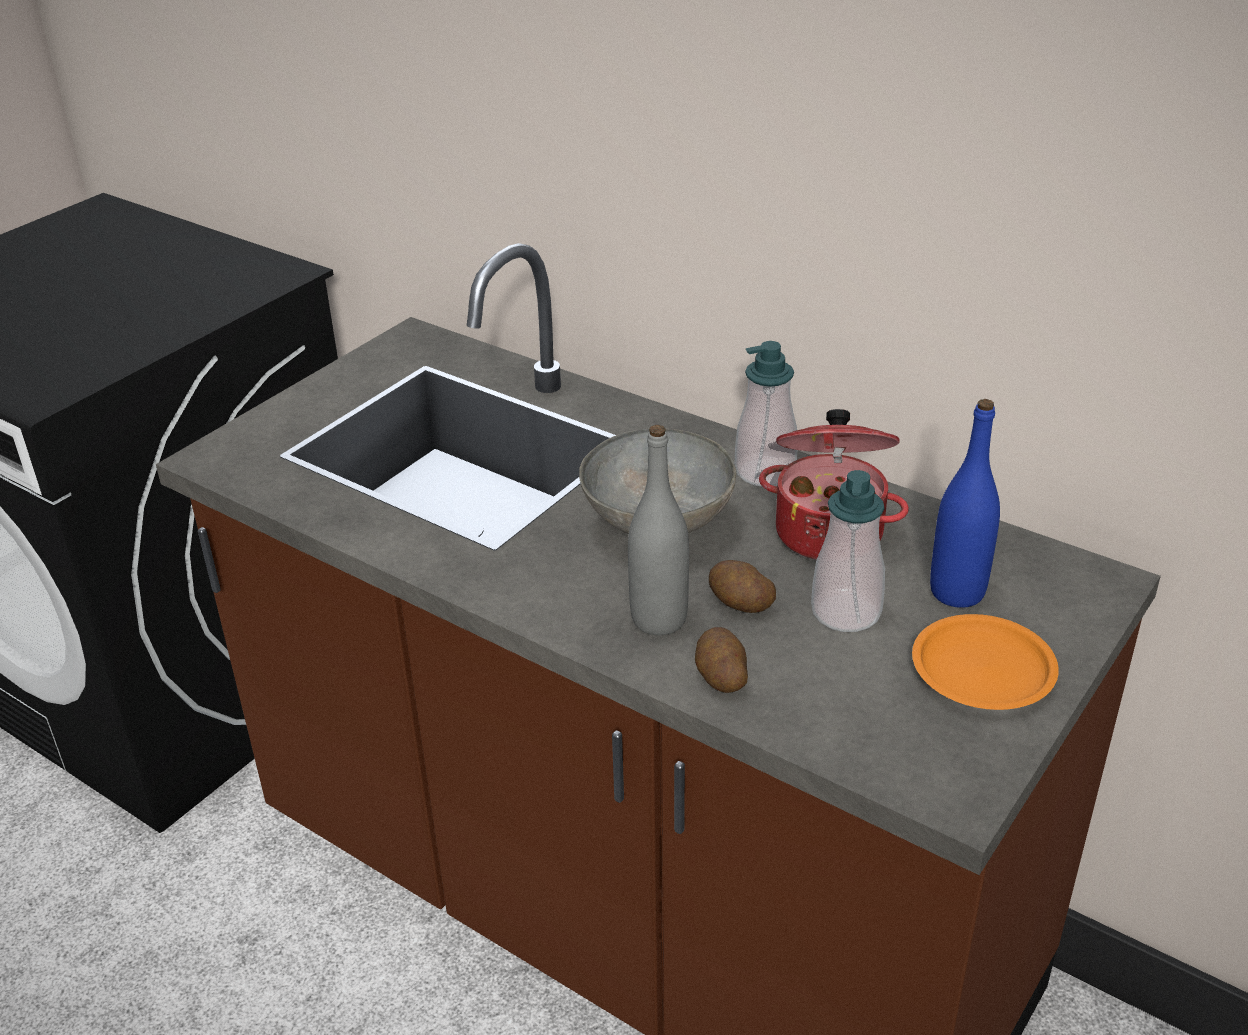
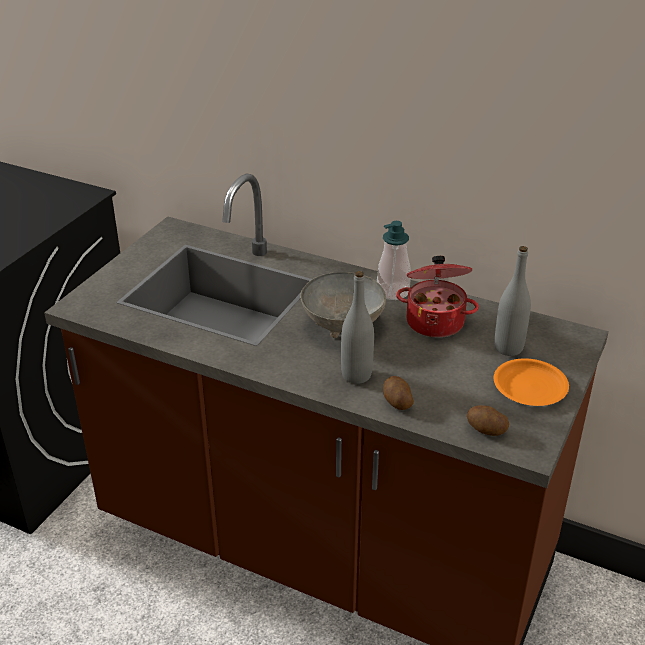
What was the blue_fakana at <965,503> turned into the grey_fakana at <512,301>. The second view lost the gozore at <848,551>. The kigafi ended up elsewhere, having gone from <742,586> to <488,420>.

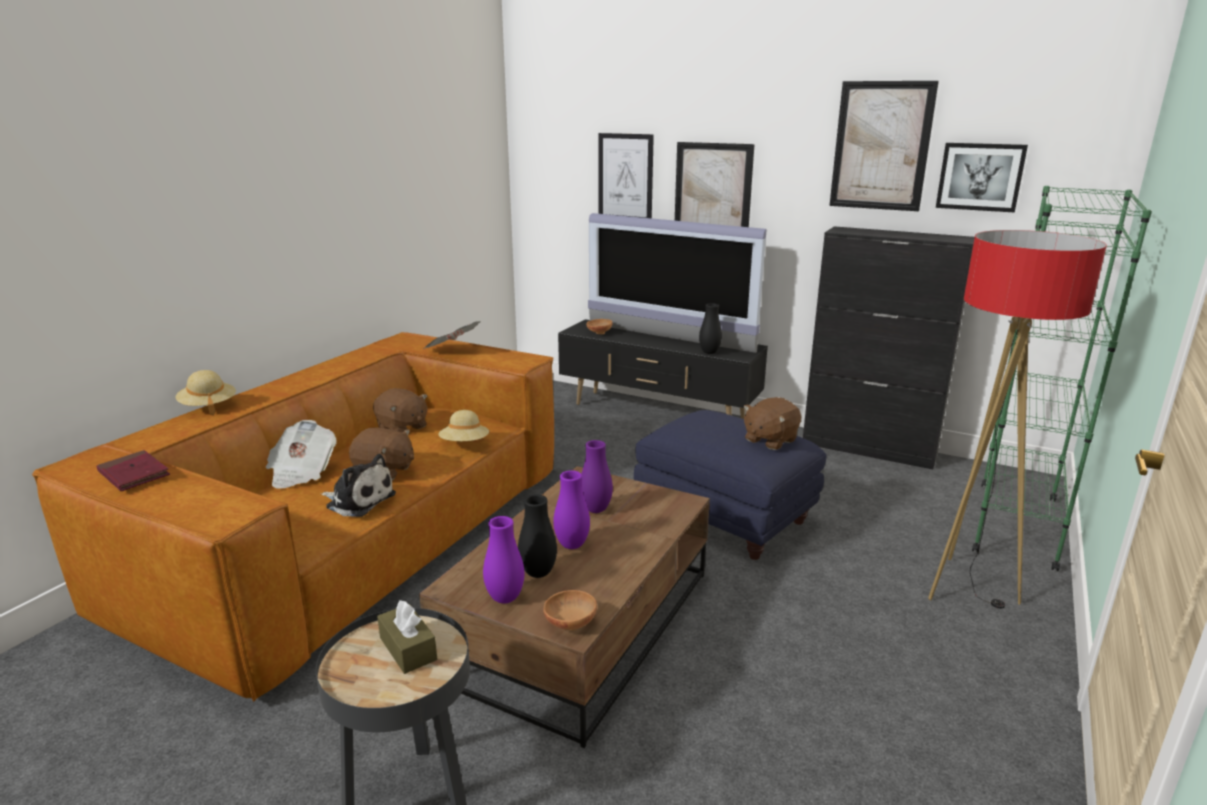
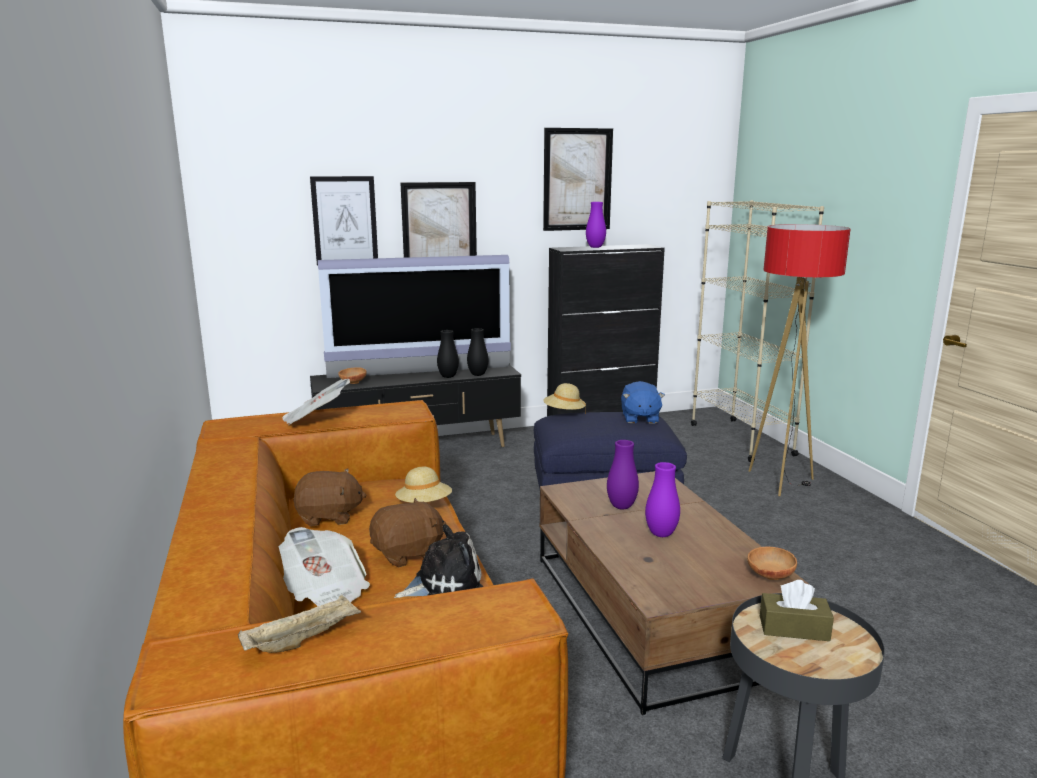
The second view lost the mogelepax at <982,178>. What was the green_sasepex at <1062,378> turned into the beige_sasepex at <757,331>. The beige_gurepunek ended up elsewhere, having gone from <206,392> to <565,398>. What was the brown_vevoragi at <772,423> turned into the blue_vevoragi at <643,402>. Where the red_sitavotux stood at <133,470>, the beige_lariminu came to stand at <299,624>. The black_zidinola ended up elsewhere, having gone from <537,536> to <448,354>. The purple_zidinola ended up elsewhere, having gone from <503,559> to <596,225>.

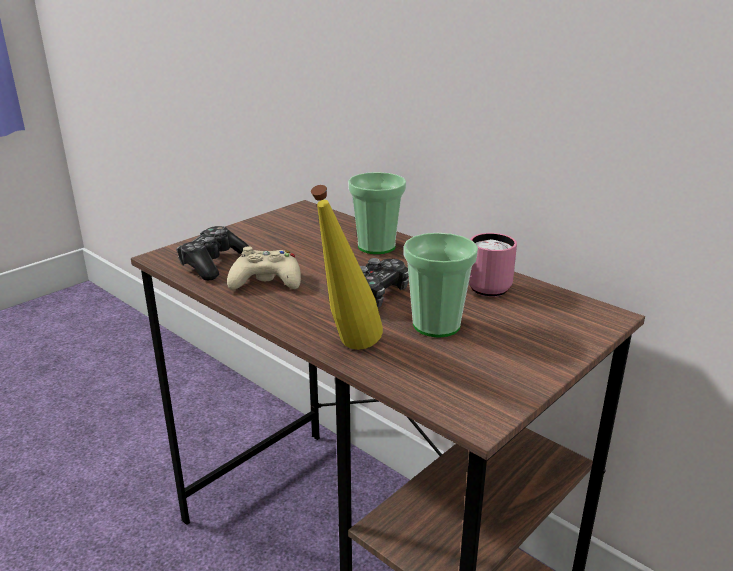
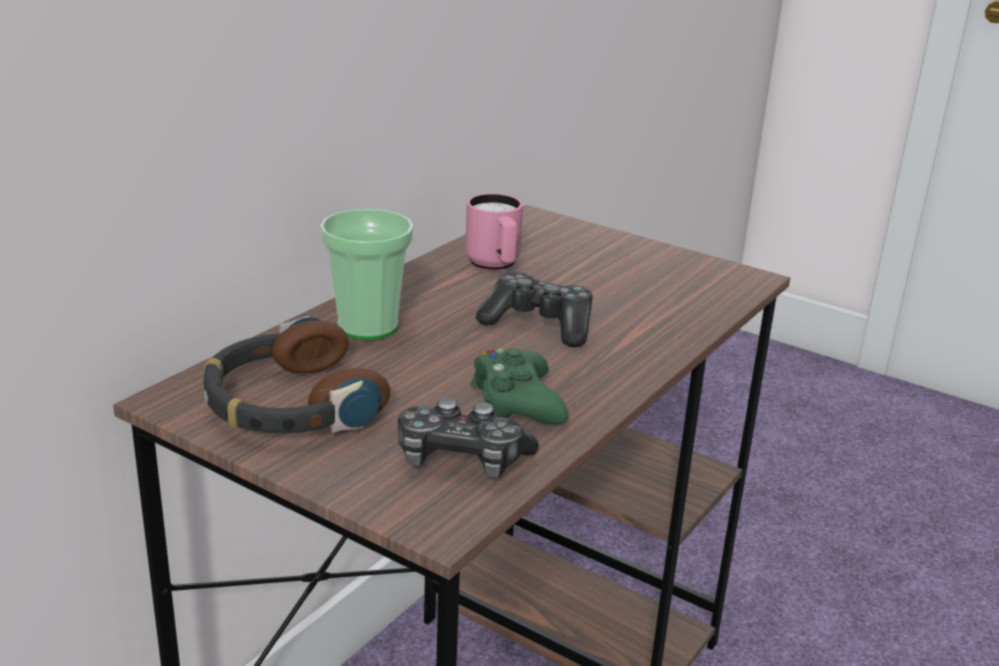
The second view lost the yellow_fakana at <347,267>. The second view lost the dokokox at <441,285>. What was the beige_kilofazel at <264,268> turned into the green_kilofazel at <520,386>. The second view gained the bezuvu at <296,375>.

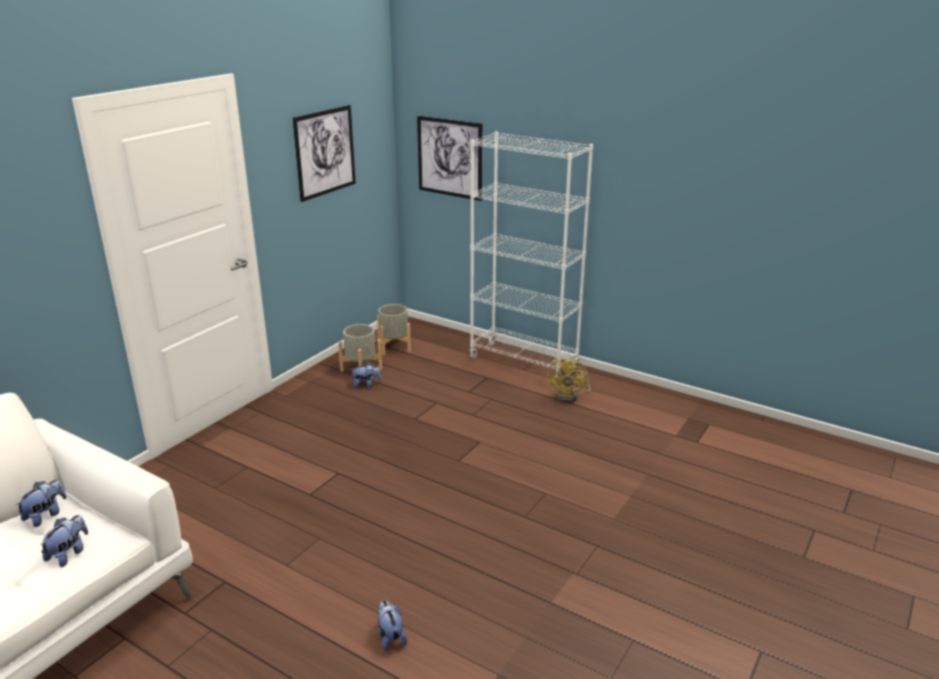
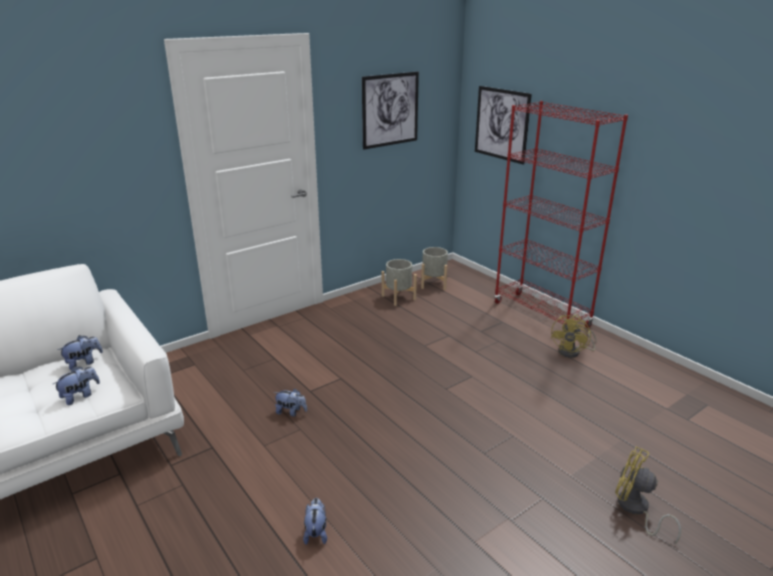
What was the white_sasepex at <531,253> turned into the red_sasepex at <561,214>. The vevoragi ended up elsewhere, having gone from <366,375> to <290,403>. The second view gained the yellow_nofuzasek at <648,495>.

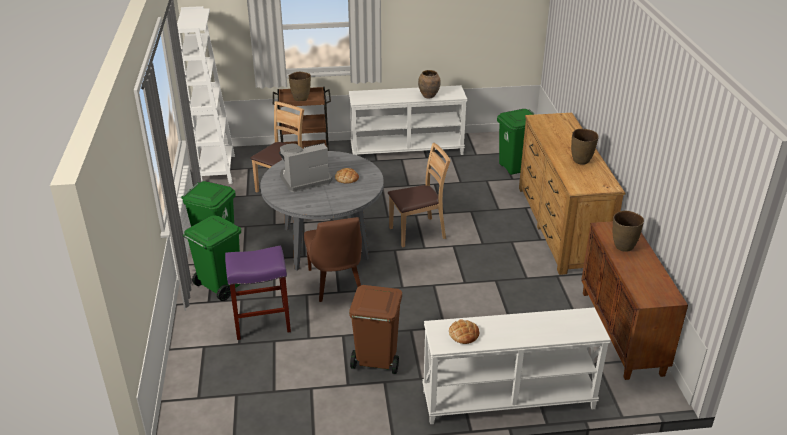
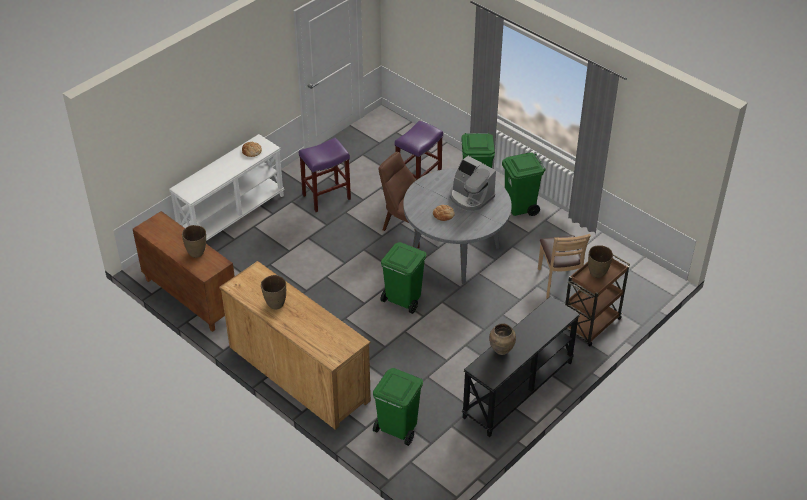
The second view lost the white_sasepex at <206,95>. What was the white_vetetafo at <408,120> turned into the black_vetetafo at <521,366>. The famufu at <305,167> ended up facing another way, 105 degrees clockwise from before. Where the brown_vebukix stood at <419,195>, the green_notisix came to stand at <404,278>. Where the brown_notisix stood at <375,329>, the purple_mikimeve came to stand at <325,175>.

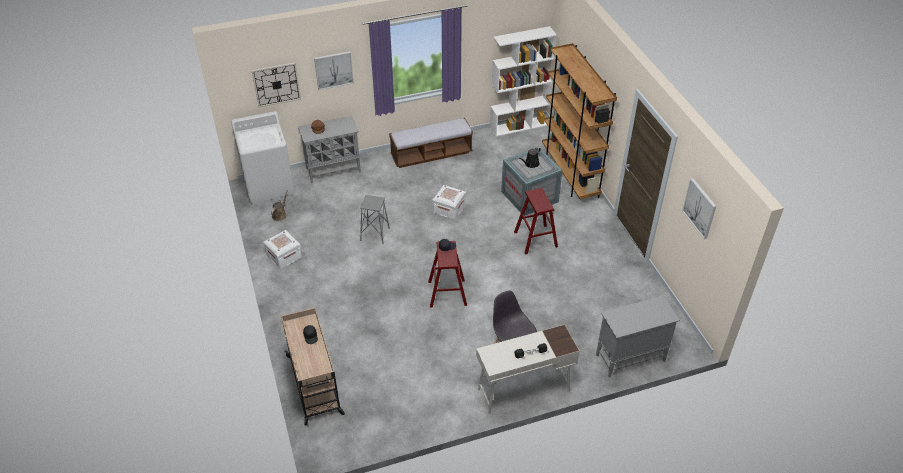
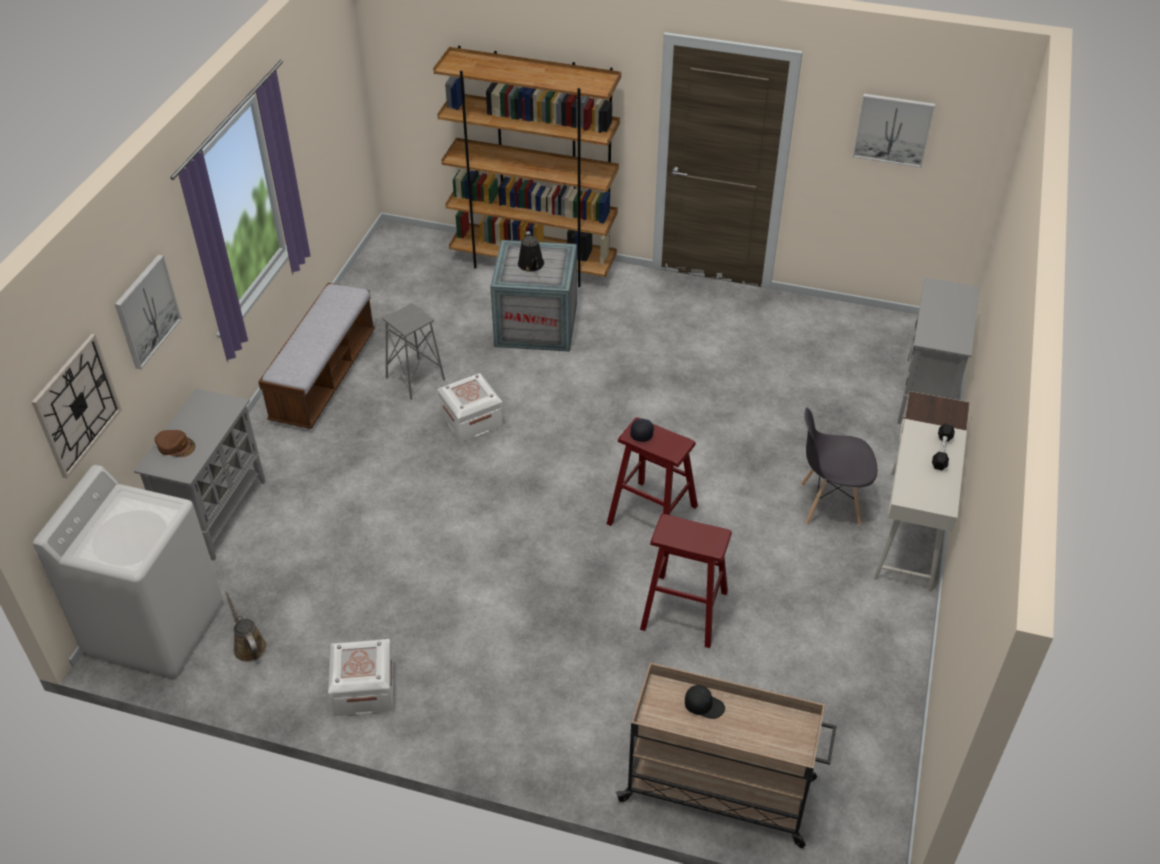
The second view lost the white_sasepex at <523,81>. The red_mikimeve ended up elsewhere, having gone from <536,221> to <686,581>. The grey_mikimeve ended up elsewhere, having gone from <375,219> to <414,351>.

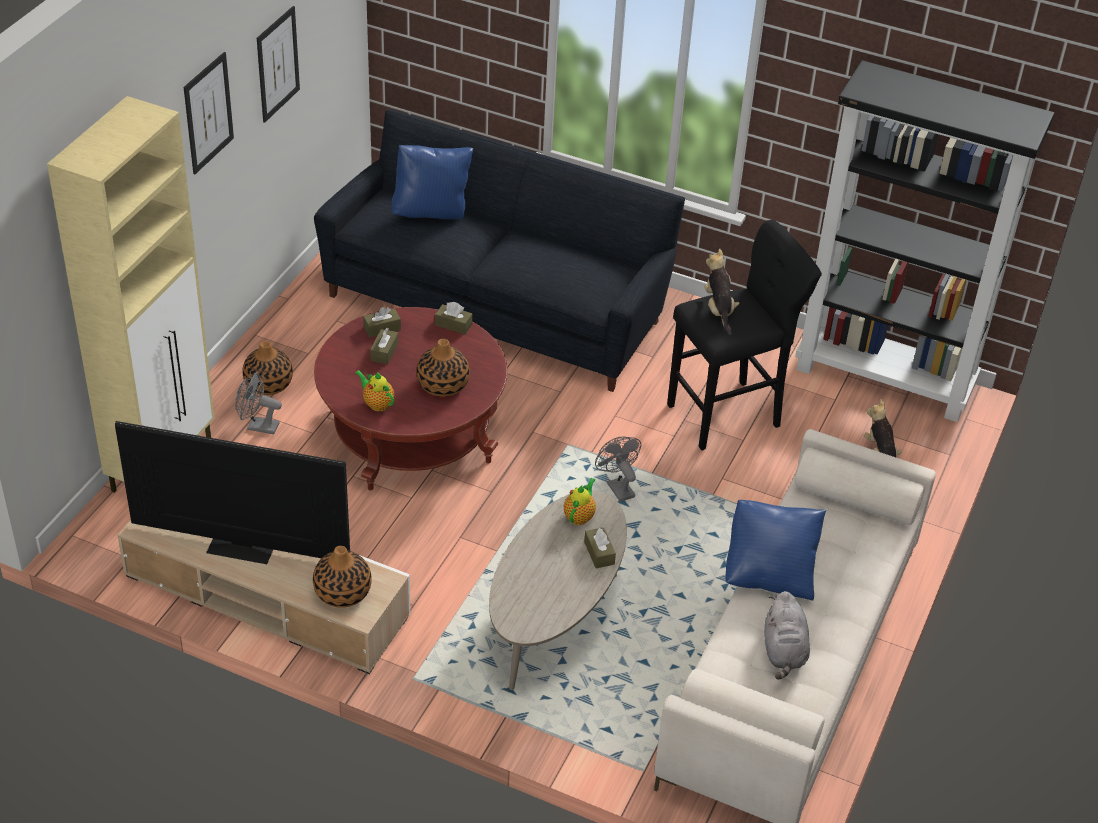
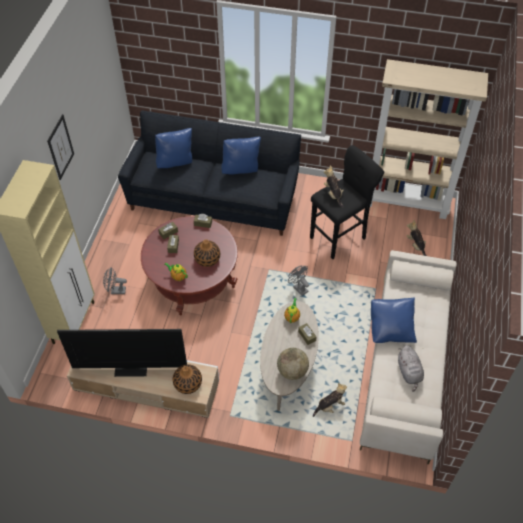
The second view lost the mogelepax at <278,64>. What was the black_sasepex at <925,241> turned into the beige_sasepex at <429,139>. The second view lost the zidinola at <267,368>. The second view gained the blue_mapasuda at <241,156>. The second view gained the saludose at <293,364>. The second view gained the vevoragi at <330,400>.

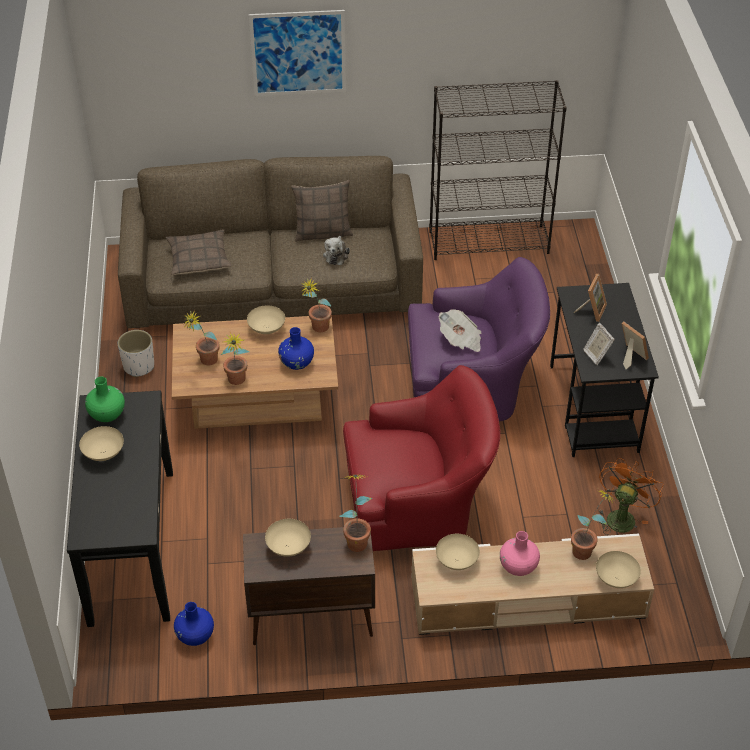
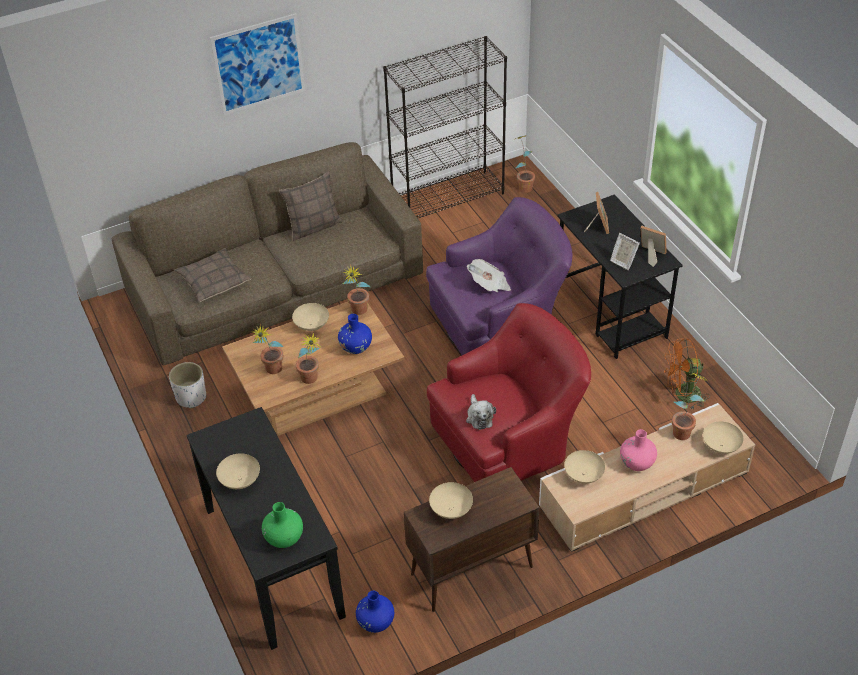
The vevoragi ended up elsewhere, having gone from <336,250> to <481,412>. The green_zidinola ended up elsewhere, having gone from <105,399> to <282,525>. The orange_nofuzasek at <630,496> ended up facing another way, 105 degrees counterclockwise from before. The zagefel ended up elsewhere, having gone from <356,513> to <524,164>.

